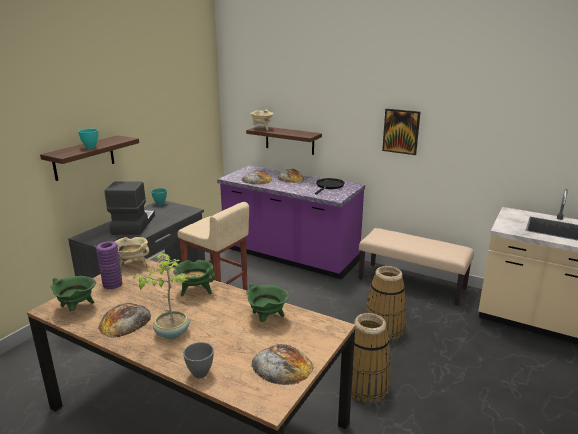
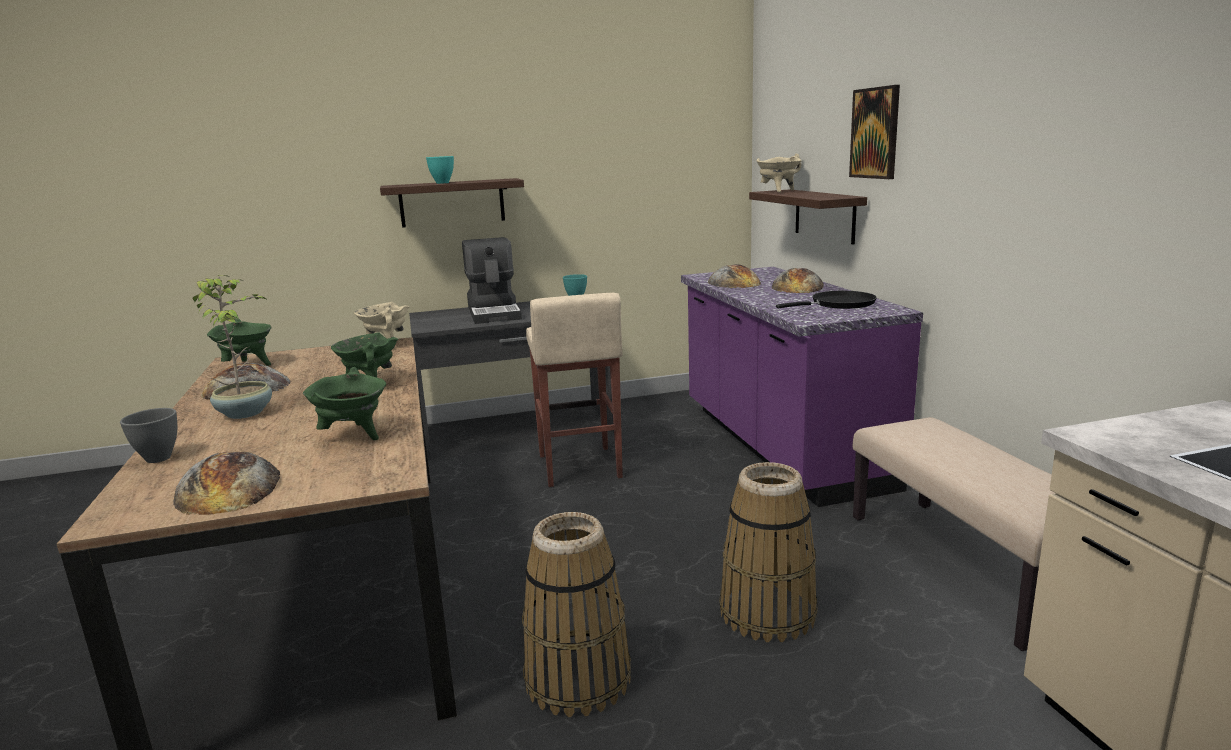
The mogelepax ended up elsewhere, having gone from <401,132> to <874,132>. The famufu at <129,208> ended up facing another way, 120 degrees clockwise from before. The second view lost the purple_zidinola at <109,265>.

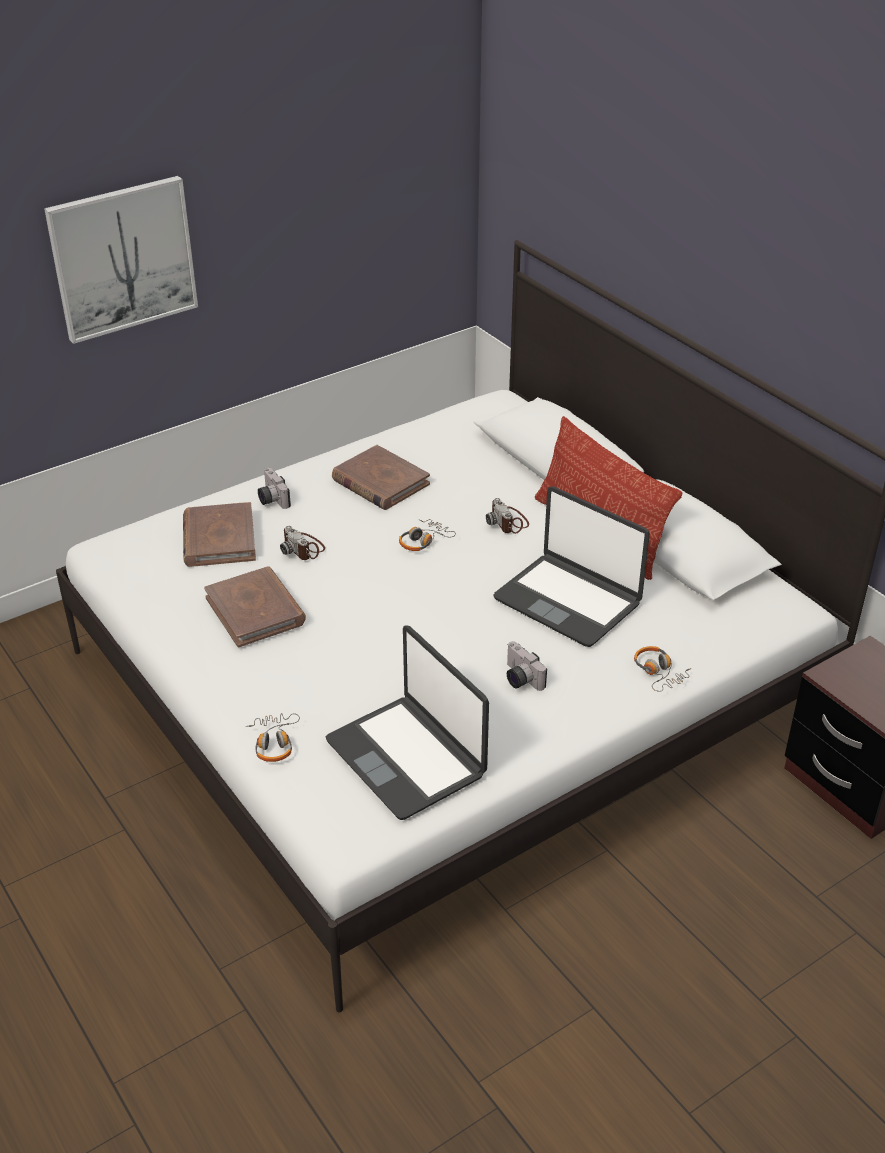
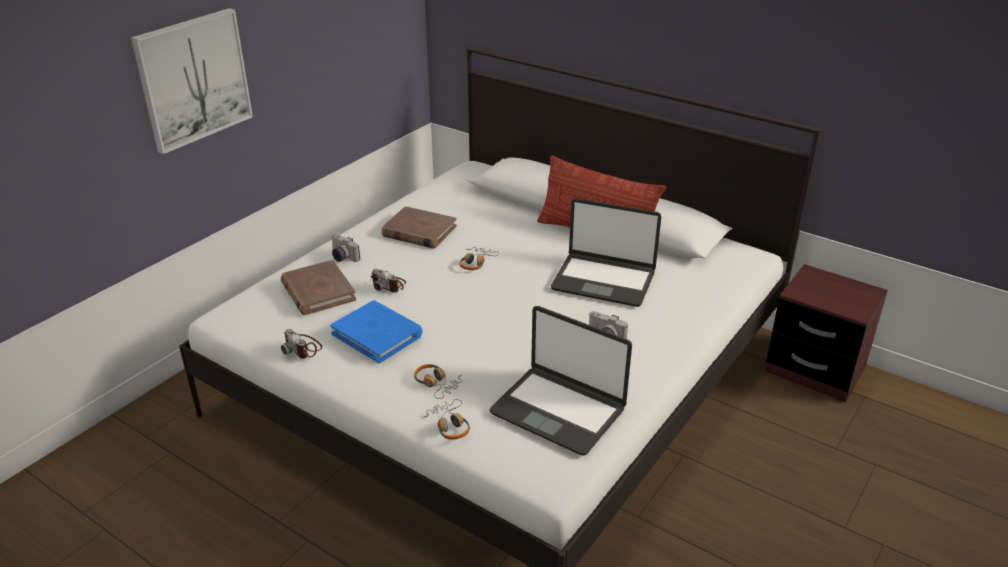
The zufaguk ended up elsewhere, having gone from <507,516> to <301,344>. What was the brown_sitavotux at <255,606> turned into the blue_sitavotux at <376,331>. The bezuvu ended up elsewhere, having gone from <662,669> to <438,381>.

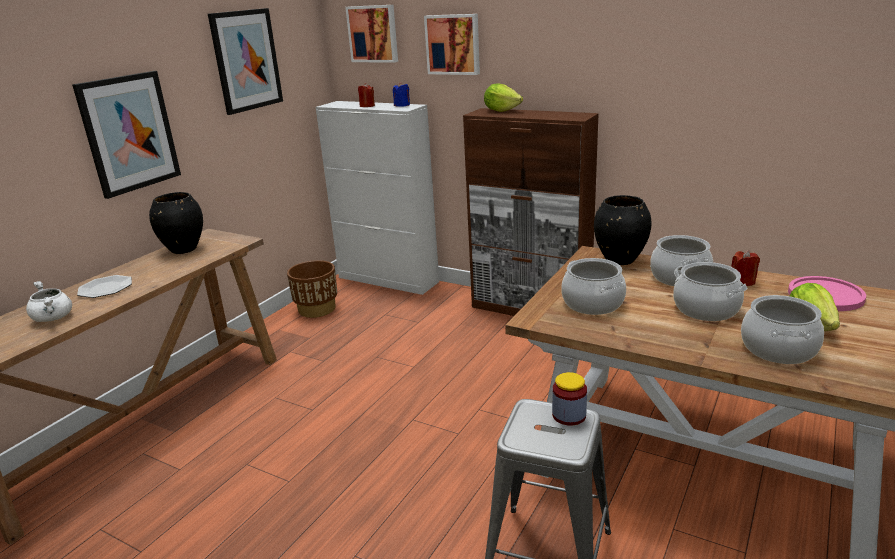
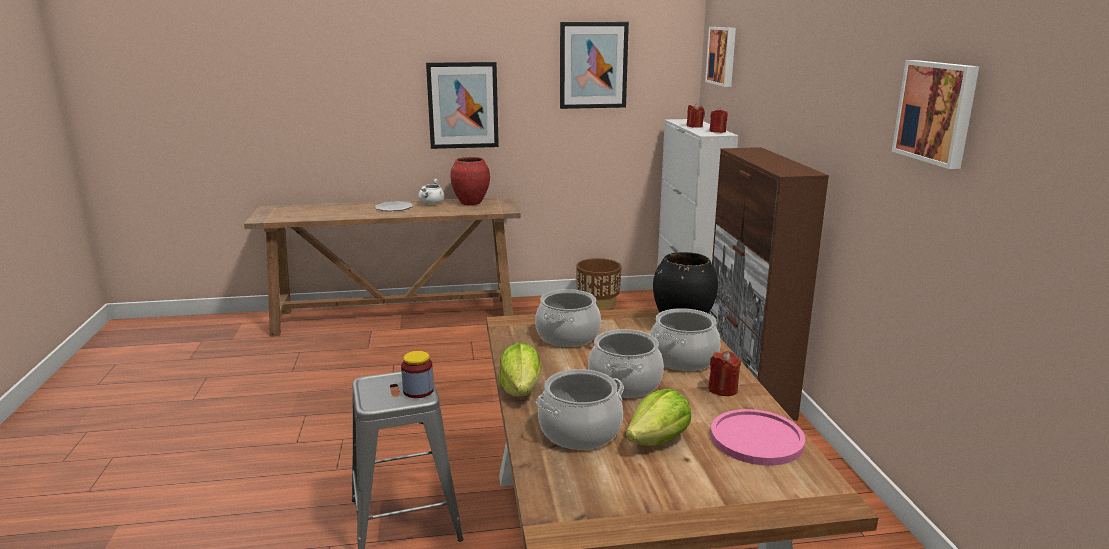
The mogelepax ended up elsewhere, having gone from <452,44> to <935,114>. What was the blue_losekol at <401,94> turned into the red_losekol at <718,120>. The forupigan ended up elsewhere, having gone from <503,97> to <520,370>. What was the black_zidinola at <176,223> turned into the red_zidinola at <470,181>. The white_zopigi ended up elsewhere, having gone from <49,301> to <431,191>.

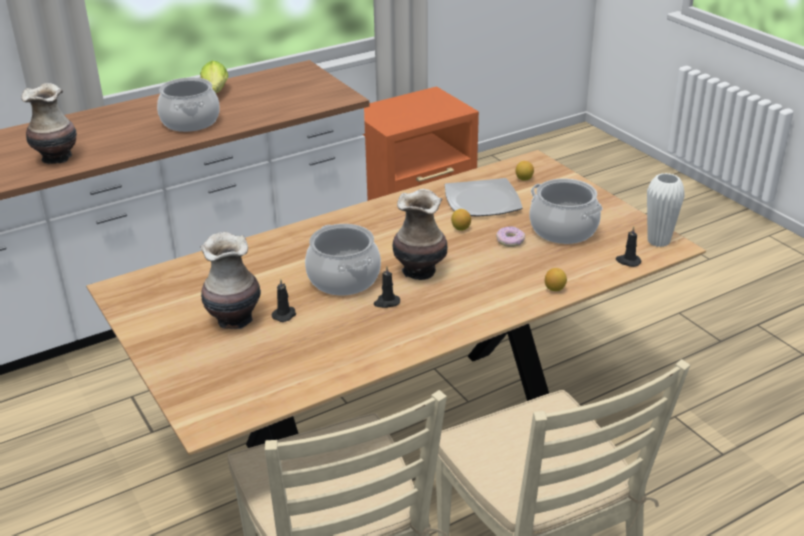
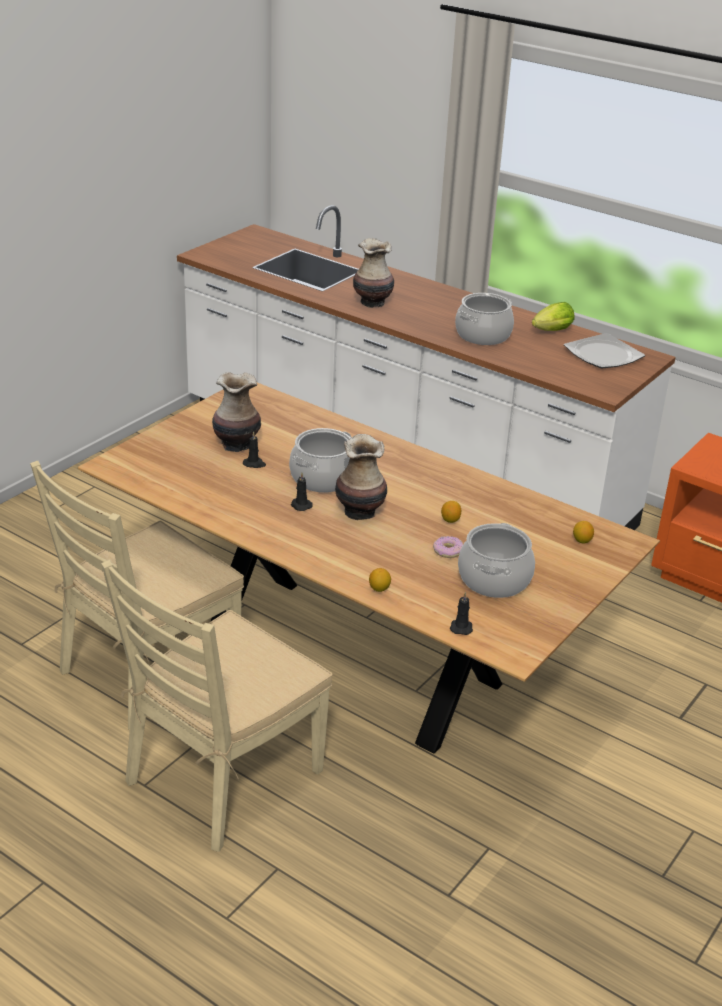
The second view lost the white_zidinola at <666,210>. The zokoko ended up elsewhere, having gone from <484,197> to <604,350>.

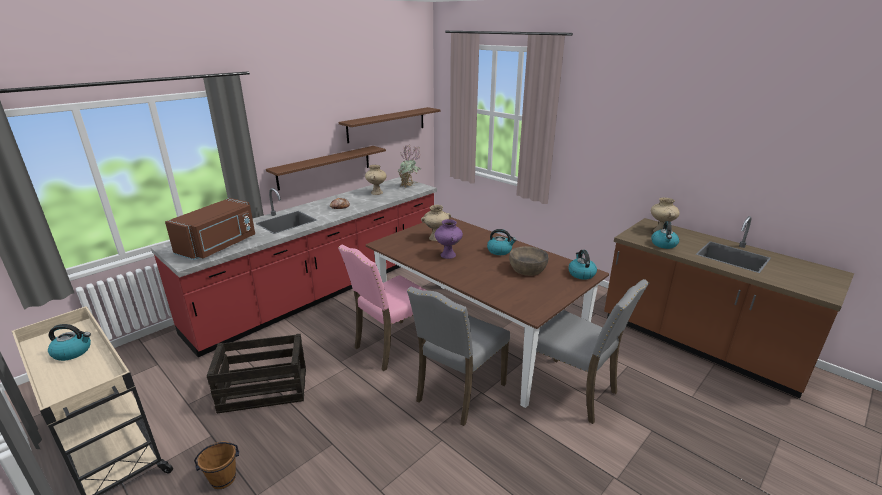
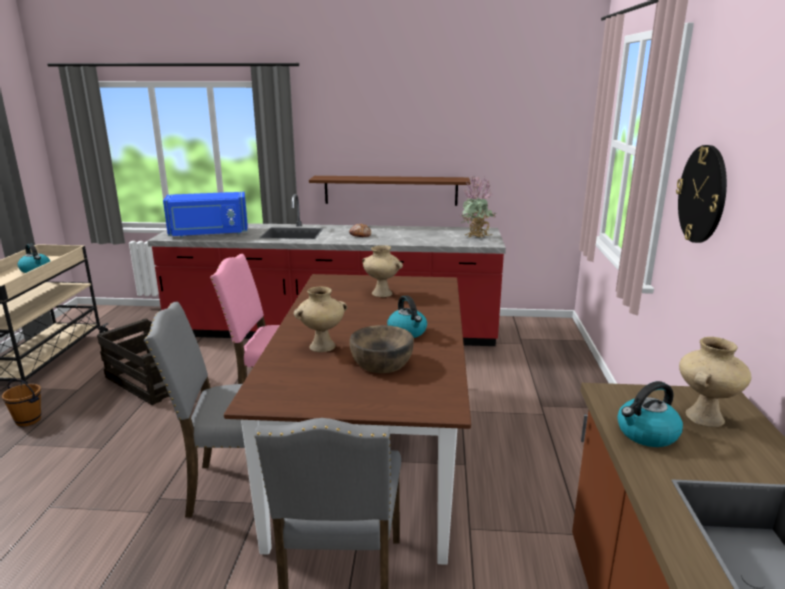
The second view lost the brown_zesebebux at <390,125>. The beige_zidinola ended up elsewhere, having gone from <376,180> to <320,319>. What was the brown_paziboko at <210,229> turned into the blue_paziboko at <205,214>. The second view lost the purple_zidinola at <449,239>. The second view lost the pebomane at <582,265>. The second view gained the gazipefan at <701,194>.

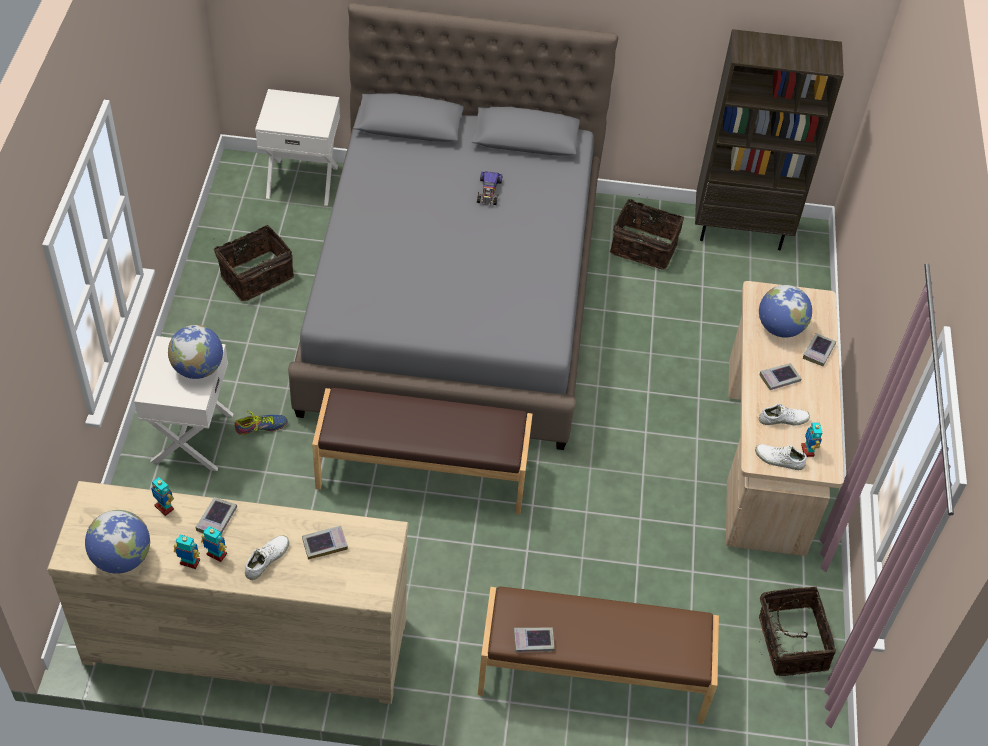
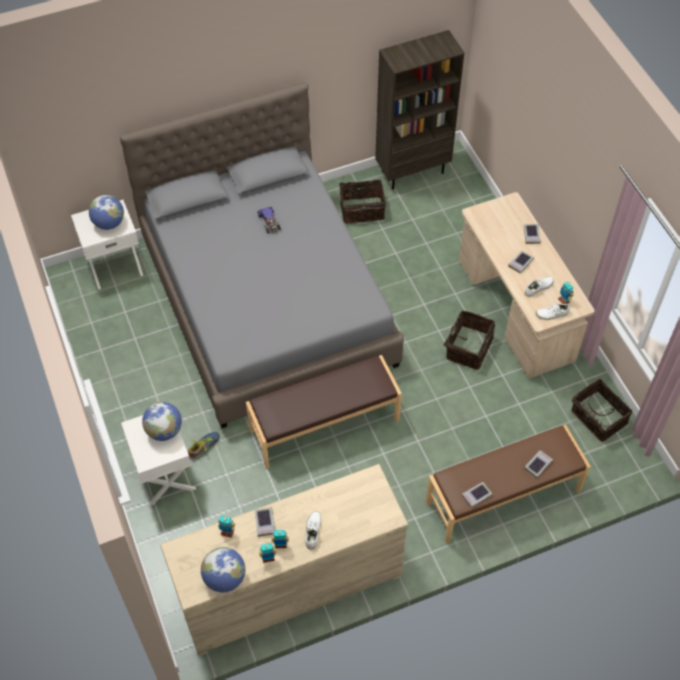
The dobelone ended up elsewhere, having gone from <254,263> to <469,340>. The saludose ended up elsewhere, having gone from <785,311> to <106,212>. The sitavotux ended up elsewhere, having gone from <325,543> to <538,464>.

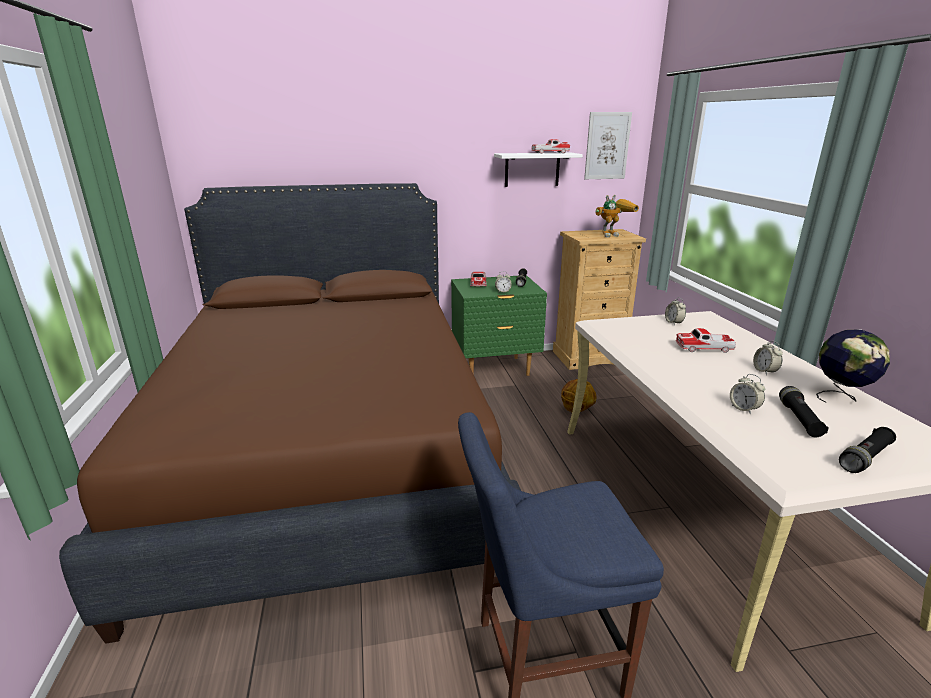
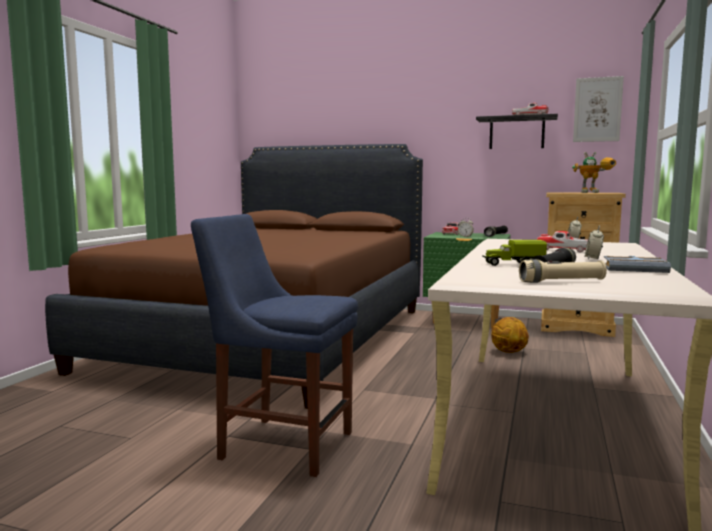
What was the white_zesebebux at <538,169> turned into the black_zesebebux at <517,131>. Where the saludose stood at <853,366>, the grey_sitavotux came to stand at <637,264>. Where the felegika stood at <747,394>, the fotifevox came to stand at <514,253>. What was the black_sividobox at <867,450> turned into the beige_sividobox at <563,271>.

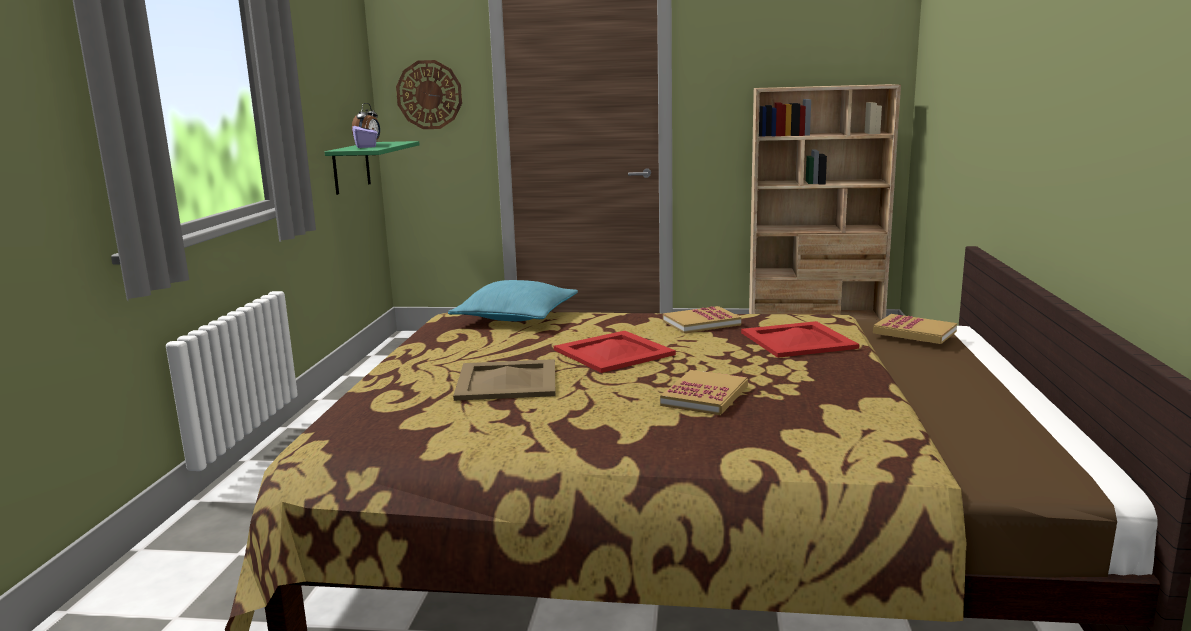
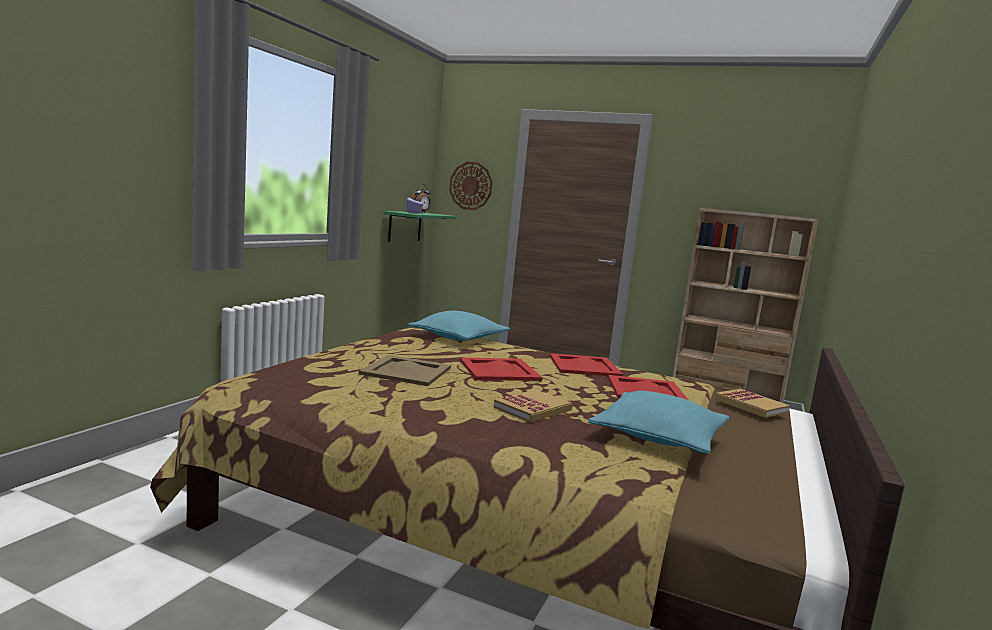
Where the sitavotux stood at <702,319>, the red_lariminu came to stand at <586,364>. The second view gained the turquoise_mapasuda at <658,422>.

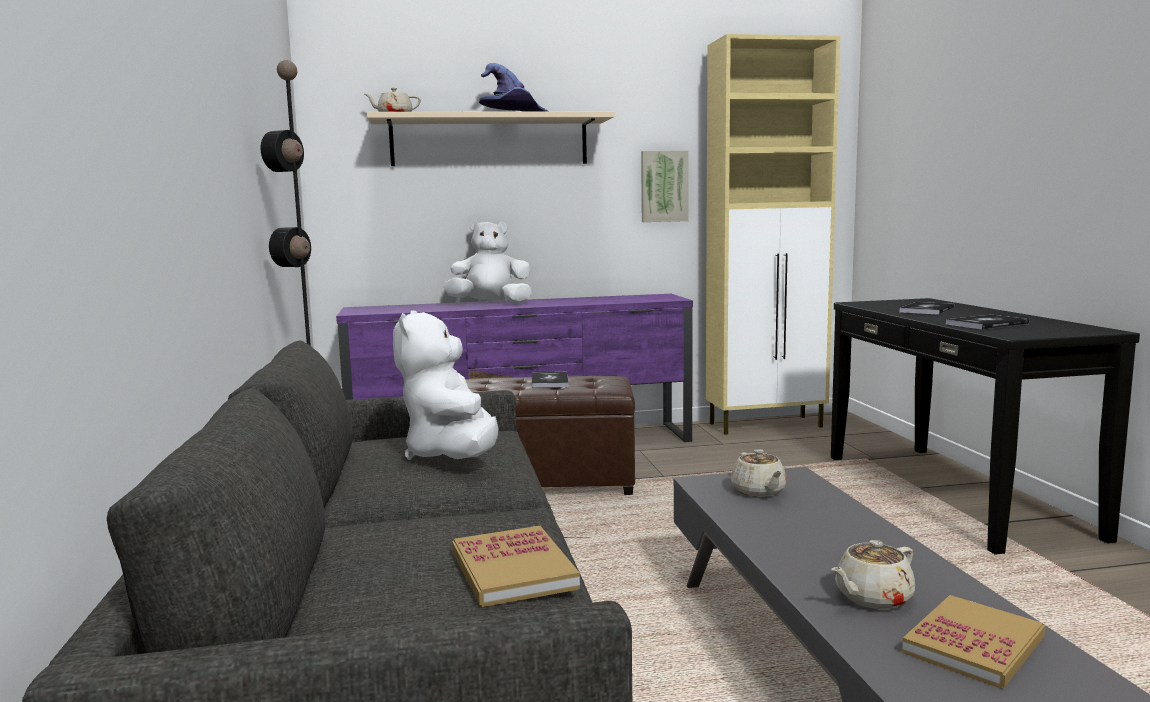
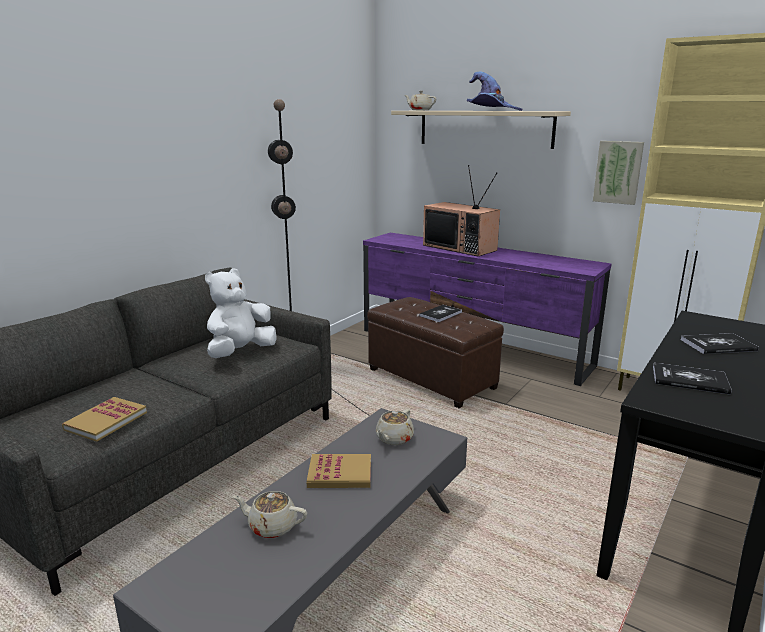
Where the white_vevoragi stood at <487,262>, the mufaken came to stand at <461,210>. The sitavotux ended up elsewhere, having gone from <973,642> to <339,471>.

